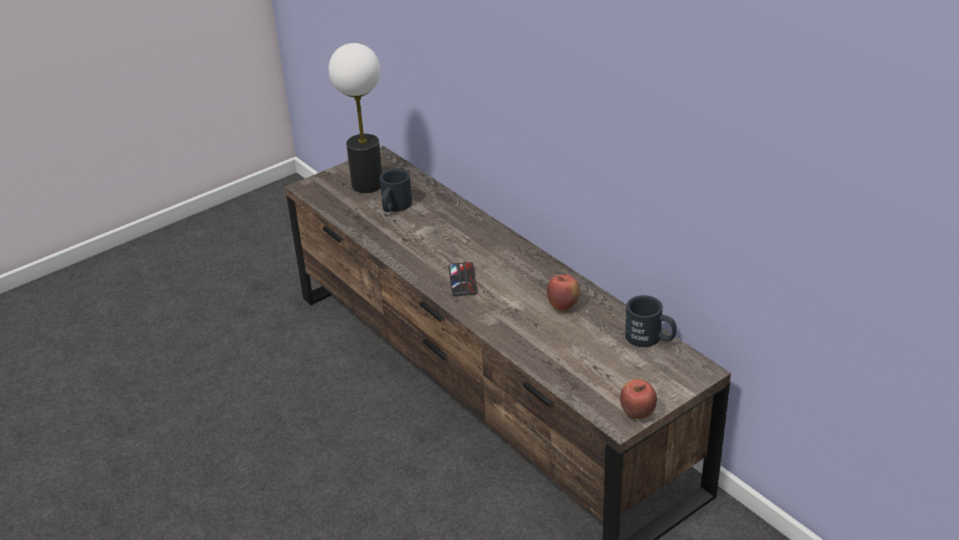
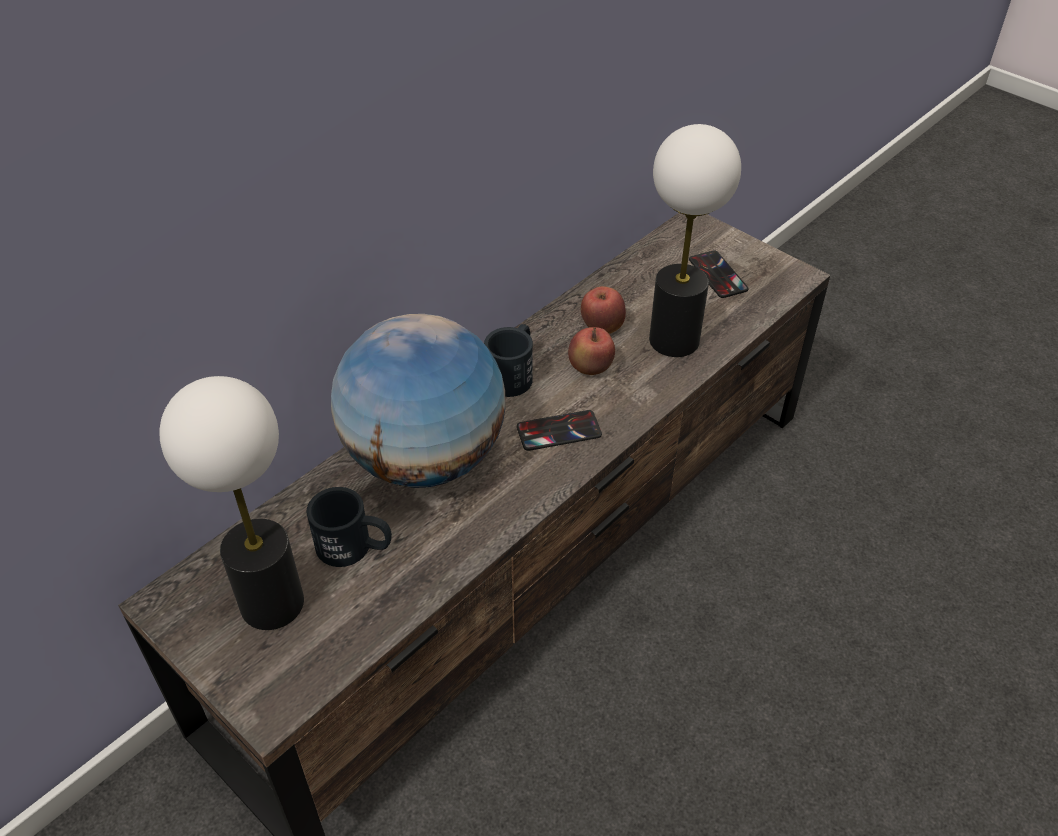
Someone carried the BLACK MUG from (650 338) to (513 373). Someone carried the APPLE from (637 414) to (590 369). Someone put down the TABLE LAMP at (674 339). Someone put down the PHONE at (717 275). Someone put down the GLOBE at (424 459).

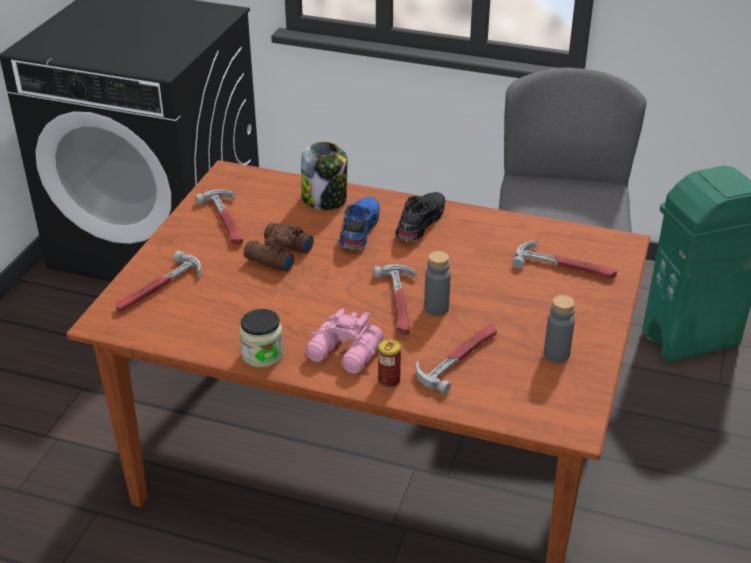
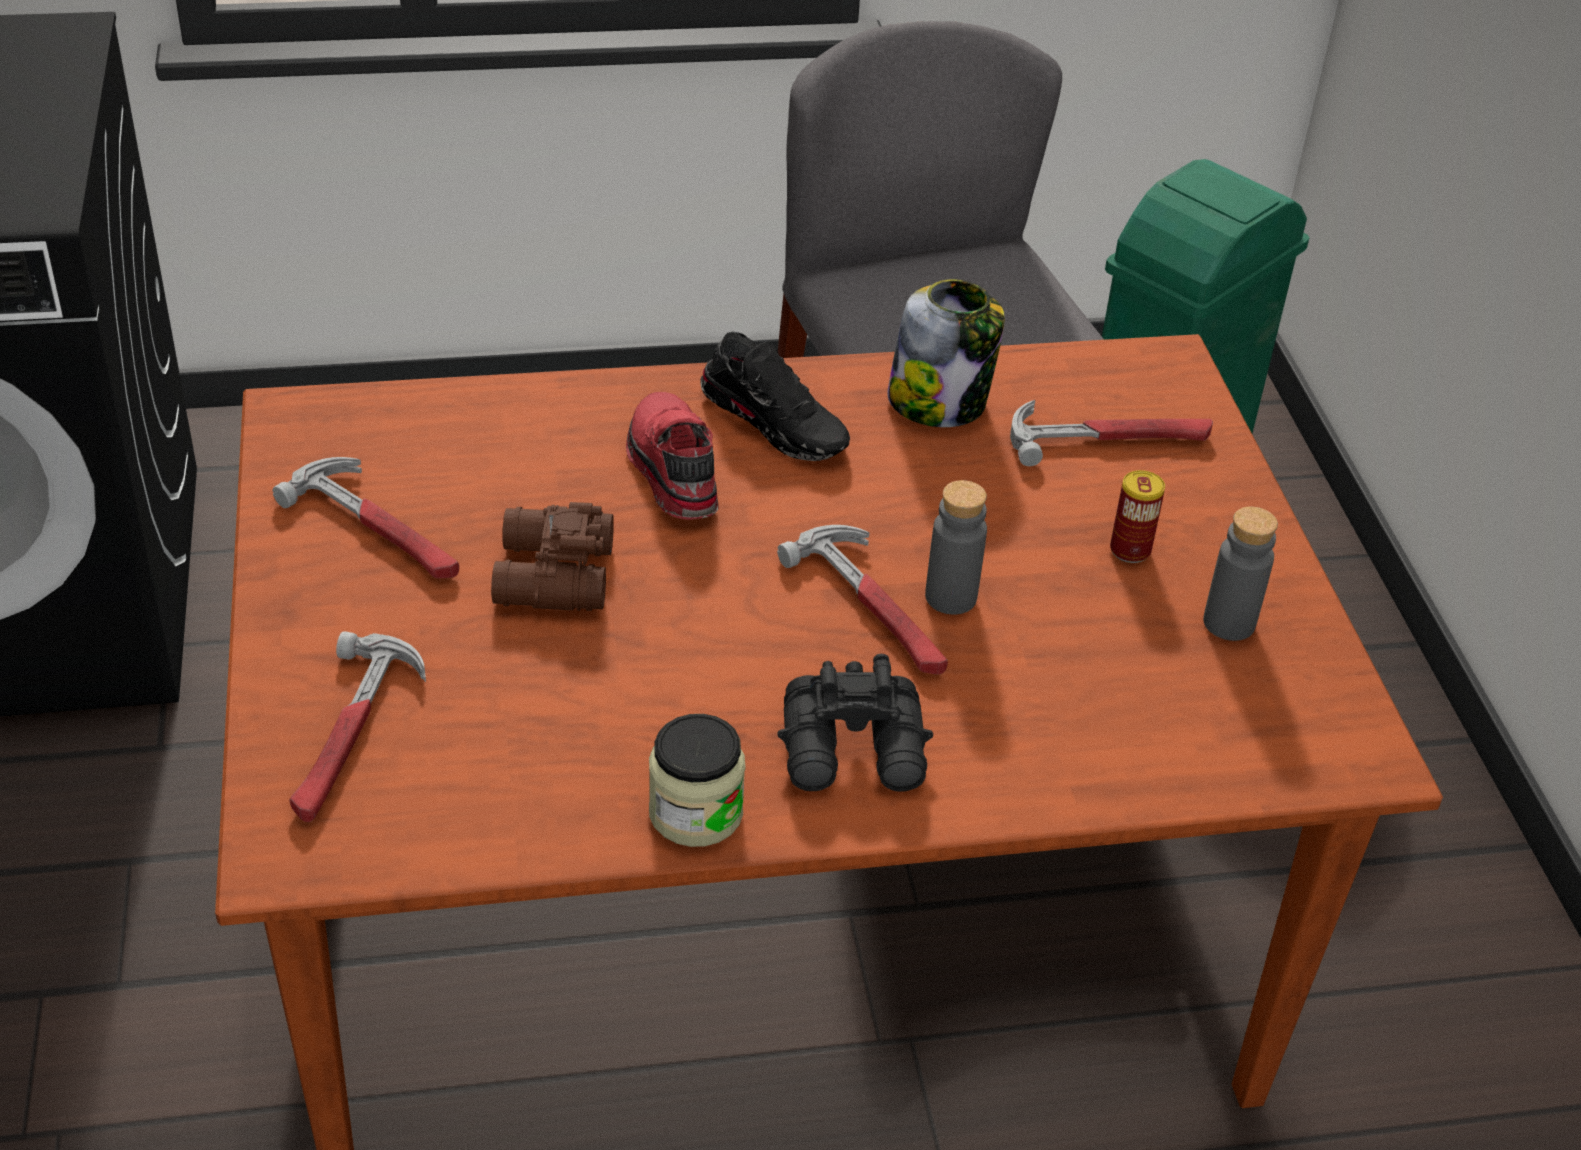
Someone carried the JAR from (325 199) to (939 402). Someone rotated the BLACK SHOE at (418 222) by 135 degrees clockwise. Someone repainted the BLUE SHOE at (358 229), which became the RED SHOE at (670 470). Someone repainted the PINK BINOCULARS at (345 353), which became the BLACK BINOCULARS at (856 753). Someone took away the HAMMER at (459 358). Someone carried the CAN from (389 381) to (1130 550).

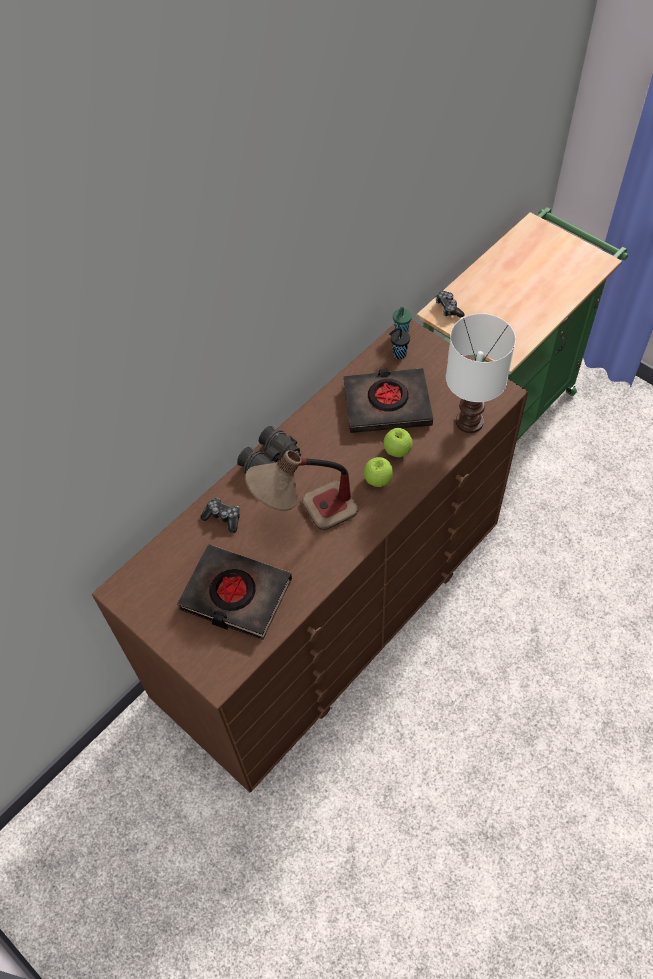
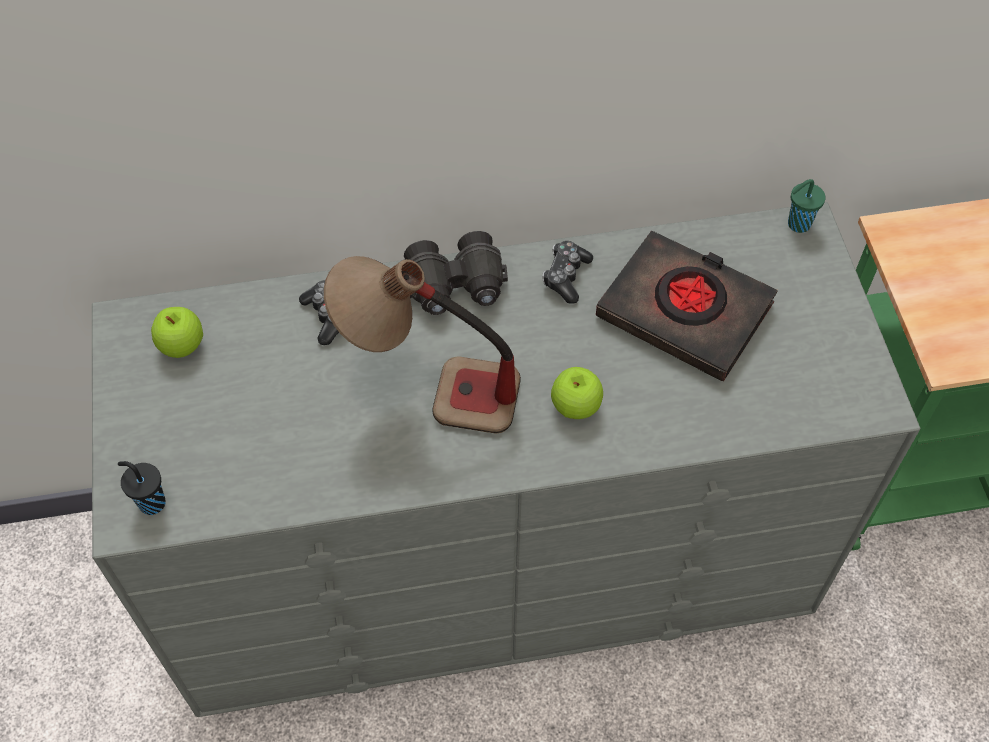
Someone carried the GAME CONTROLLER from (448 308) to (566 276). Someone took away the WHITE TABLE LAMP at (469 421). Someone repainted the BROWN DRESSER at (332 606), which became the GREY DRESSER at (494 560). Someone carried the BLACK CUP from (398 354) to (150 502). Someone carried the APPLE from (397 451) to (182 346). Someone took away the BLACK BOOK at (235 595).

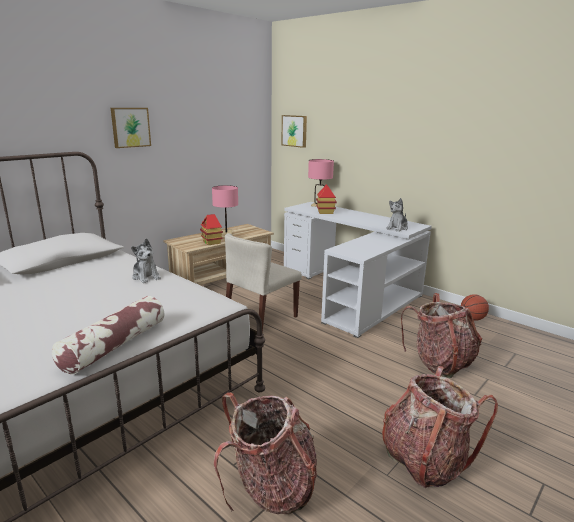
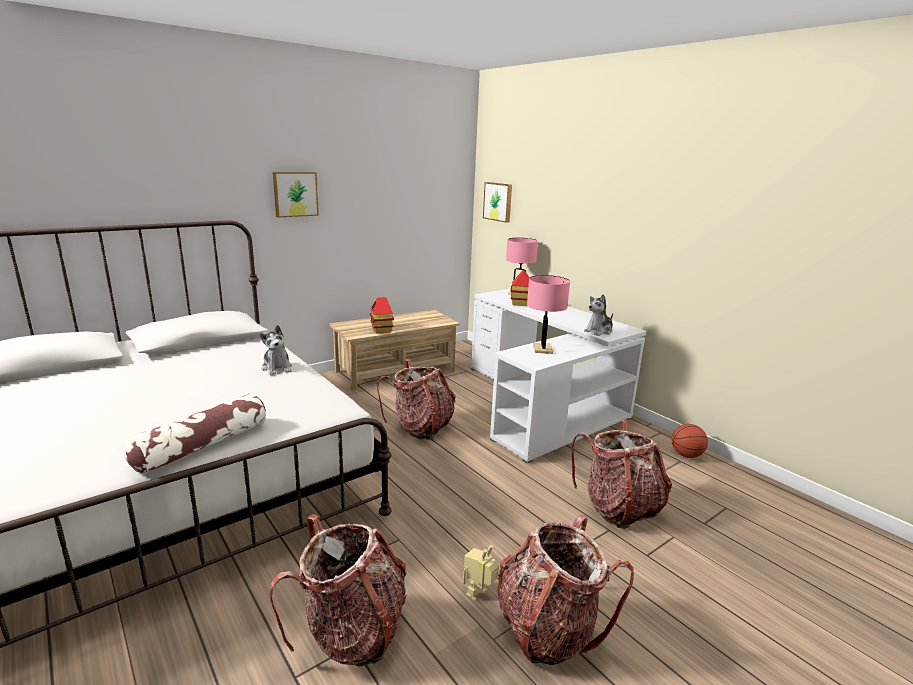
Someone carried the PINK TABLE LAMP from (226 233) to (543 349). Someone swapped the BEIGE CHAIR at (261 319) for the BACKPACK at (420 427). Someone put down the TOY ROBOT at (479 594).

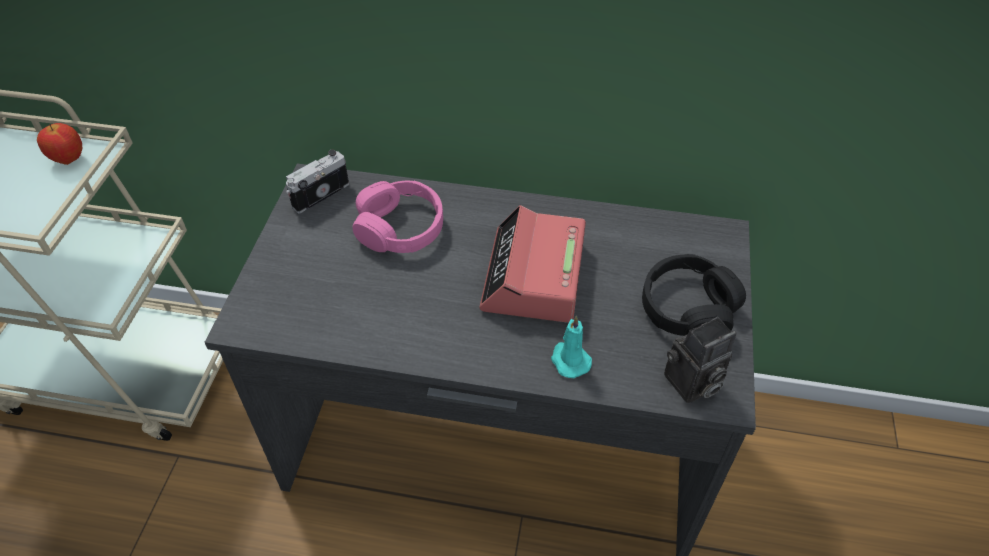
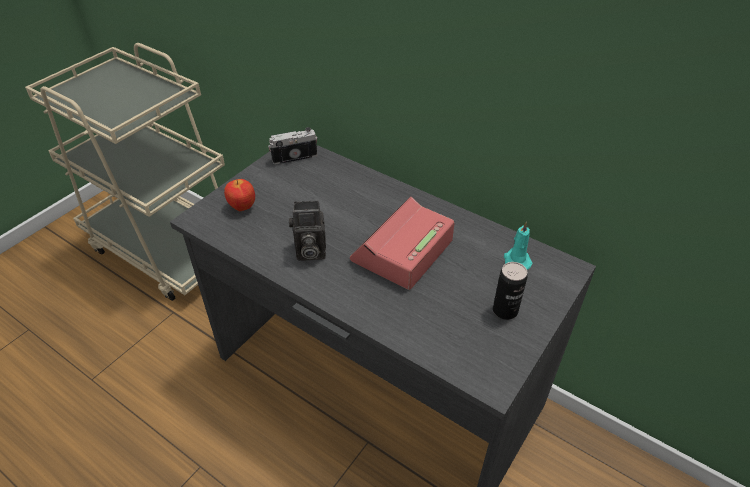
Someone carried the APPLE from (68 160) to (242 207). Someone took away the PINK HEADPHONES at (400 228). Someone swapped the BLACK HEADPHONES at (688 308) for the CAN at (505 310). Someone carried the TURQUOISE CANDLE from (569 360) to (516 260). Someone carried the PHOTO CAMERA from (691 384) to (309 252).

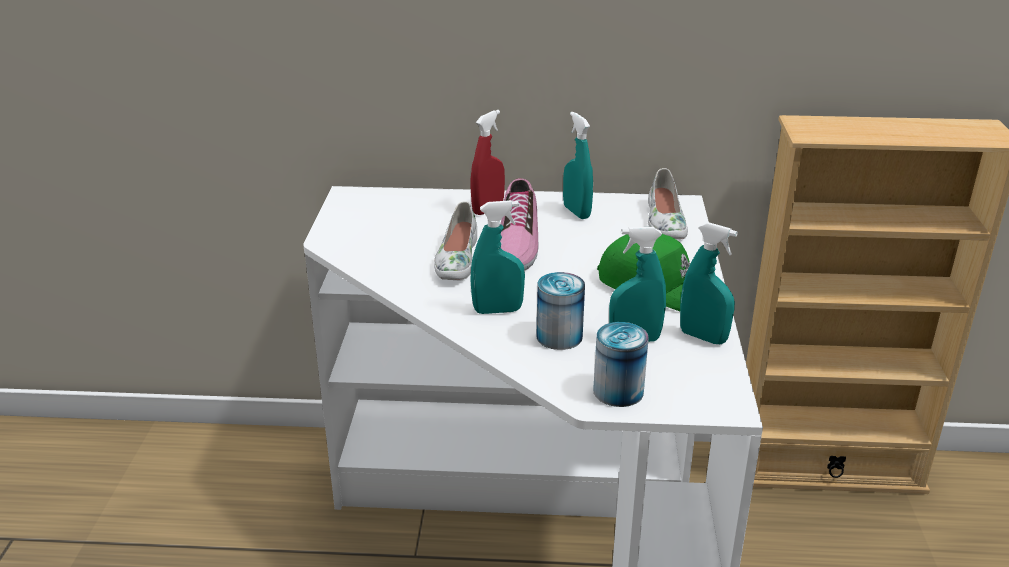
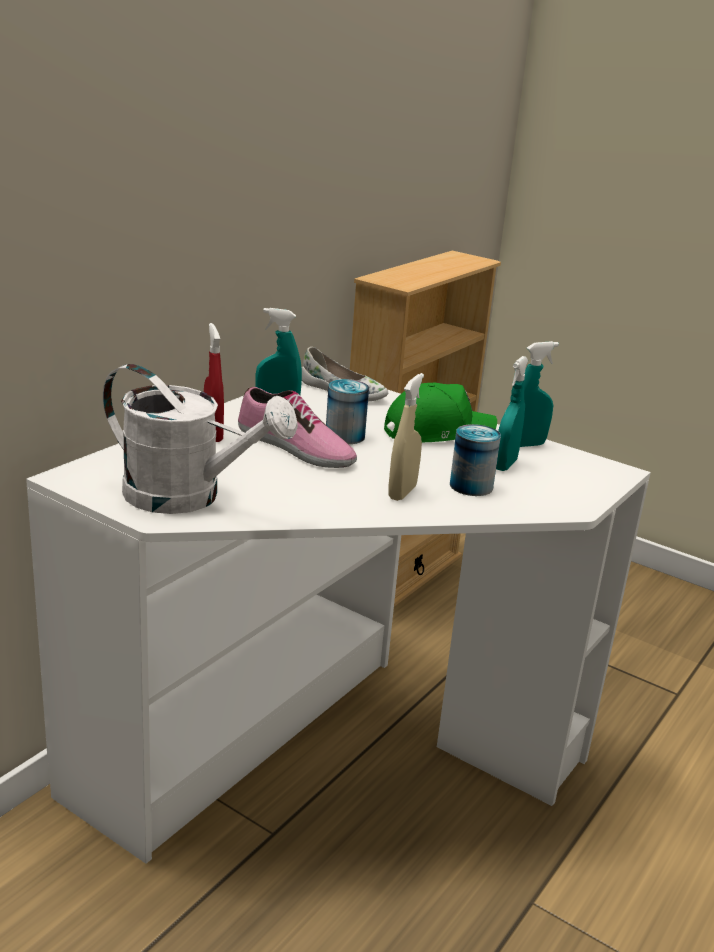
Someone repainted the TURQUOISE SPRAY BOTTLE at (497 310), which became the BEIGE SPRAY BOTTLE at (402 492). Someone took away the WHITE SHOE at (456 259). Someone carried the CAN from (618 391) to (345 436). Someone put down the WHITE WATERING CAN at (188 497).

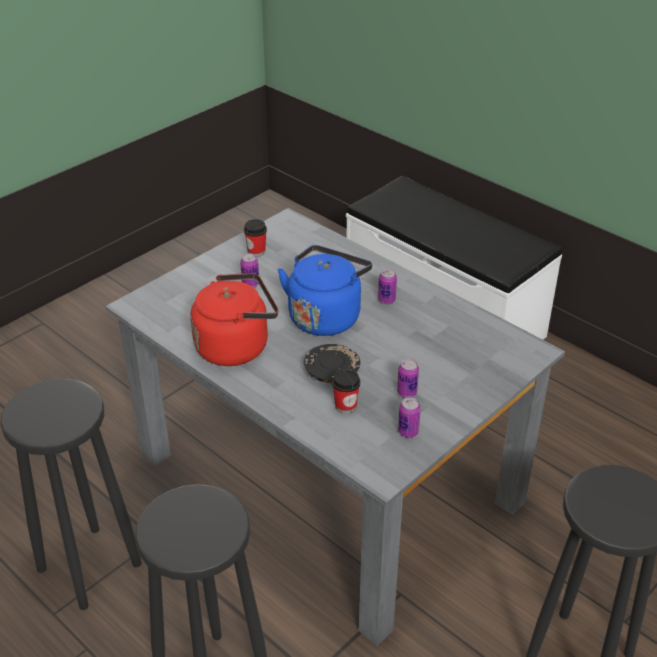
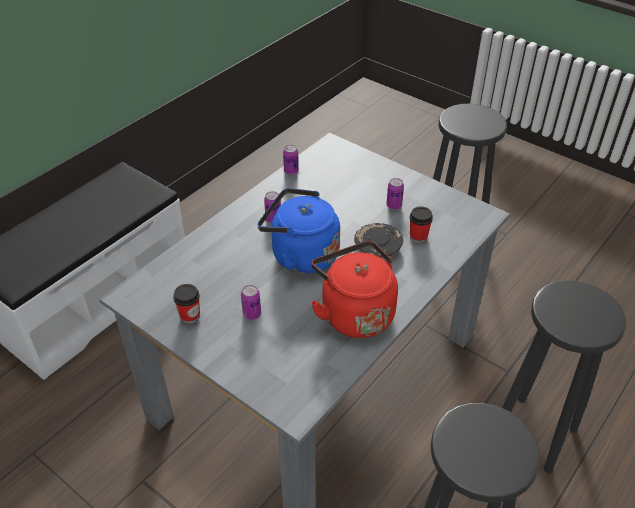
Someone carried the CAN from (408 432) to (291 171).

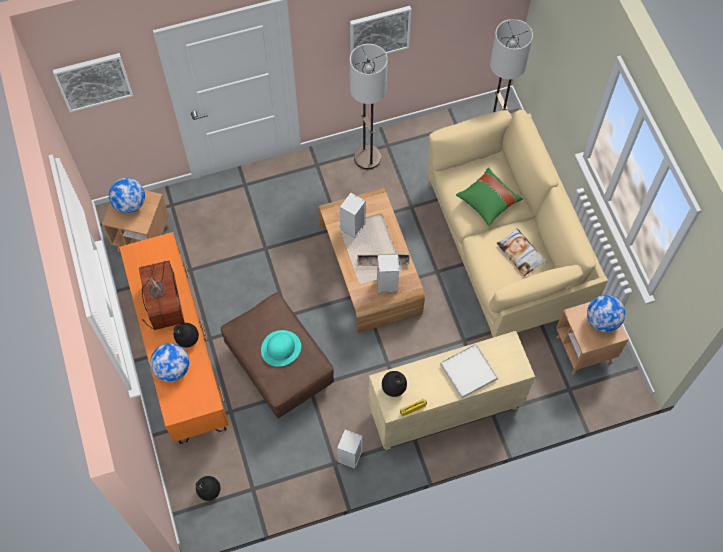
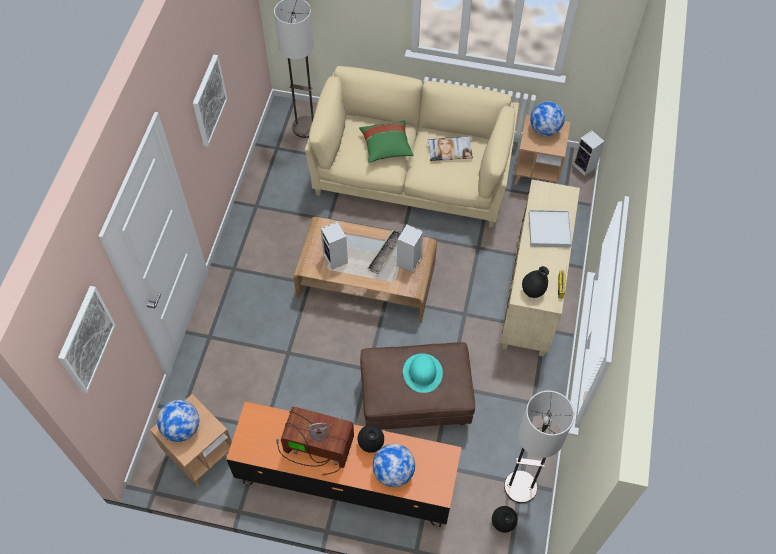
Someone carried the FLOOR LAMP from (367 157) to (520 487). Someone carried the SPEAKER from (350 457) to (585 167).

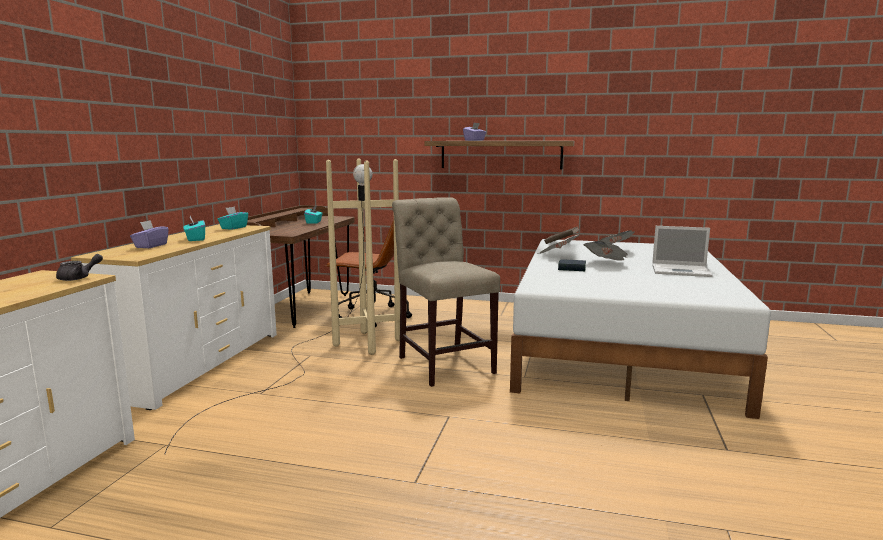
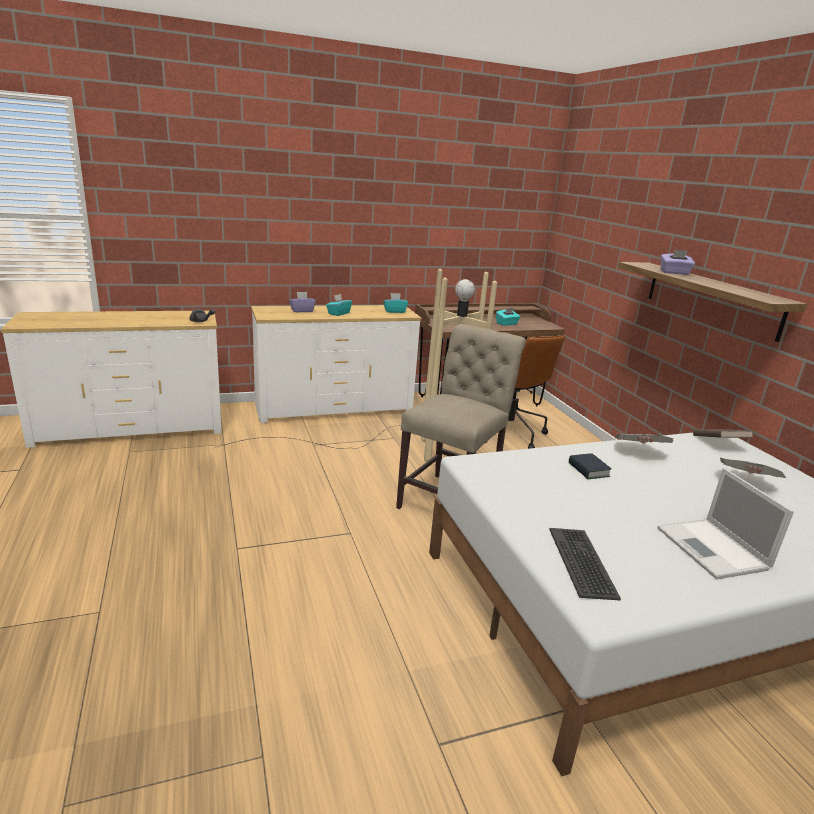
Someone took away the NEWSPAPER at (606 263). Someone put down the KEYBOARD at (582 562).

